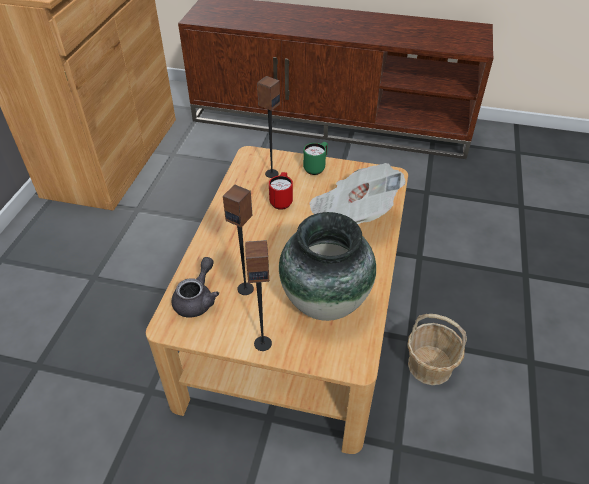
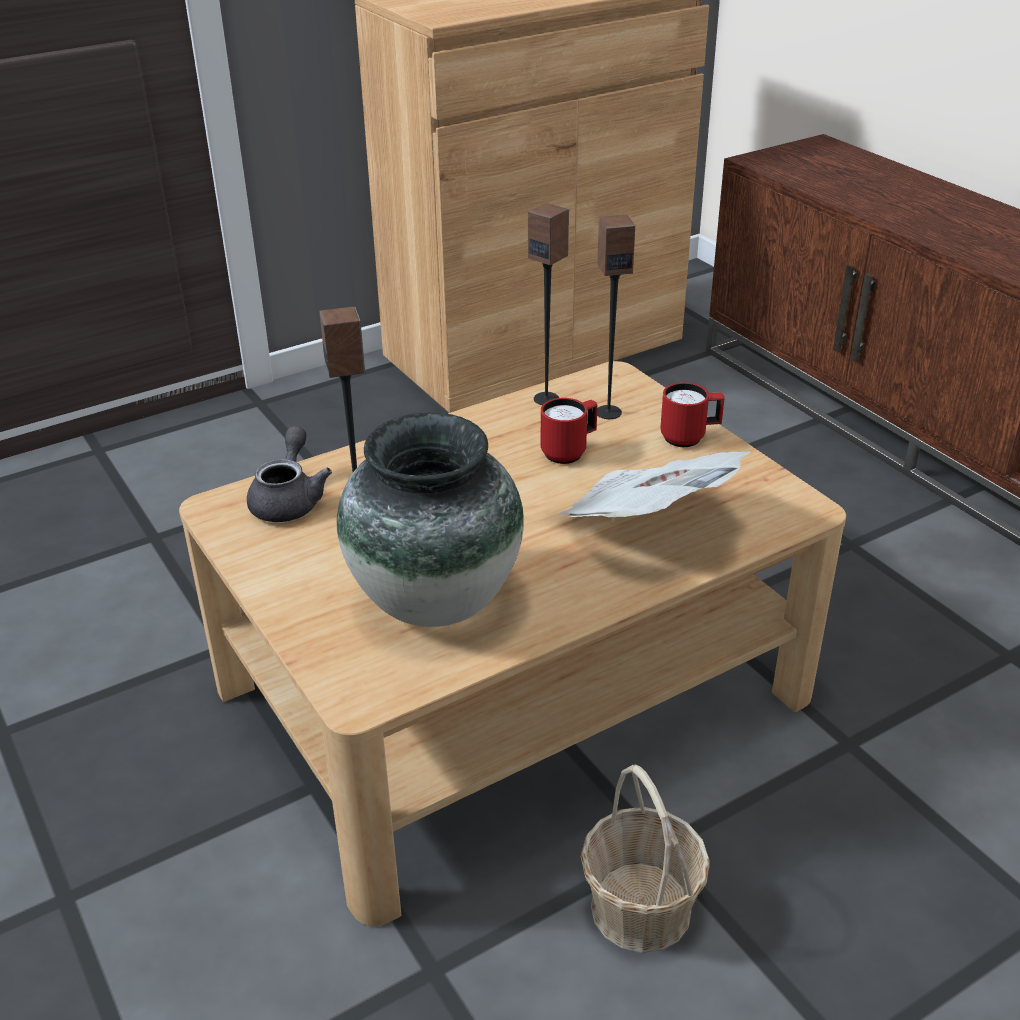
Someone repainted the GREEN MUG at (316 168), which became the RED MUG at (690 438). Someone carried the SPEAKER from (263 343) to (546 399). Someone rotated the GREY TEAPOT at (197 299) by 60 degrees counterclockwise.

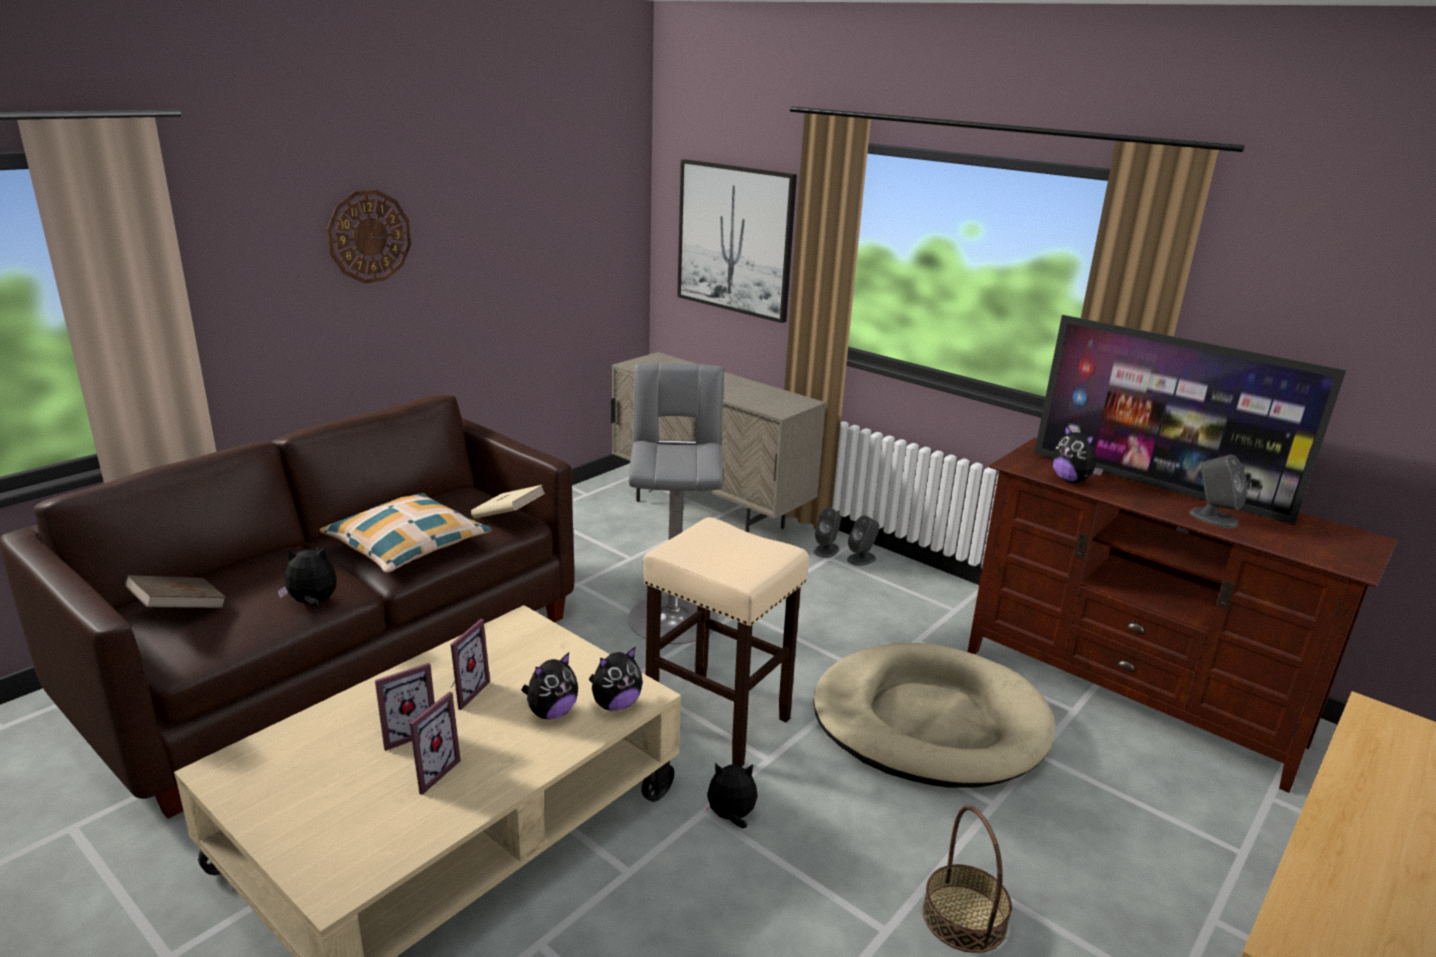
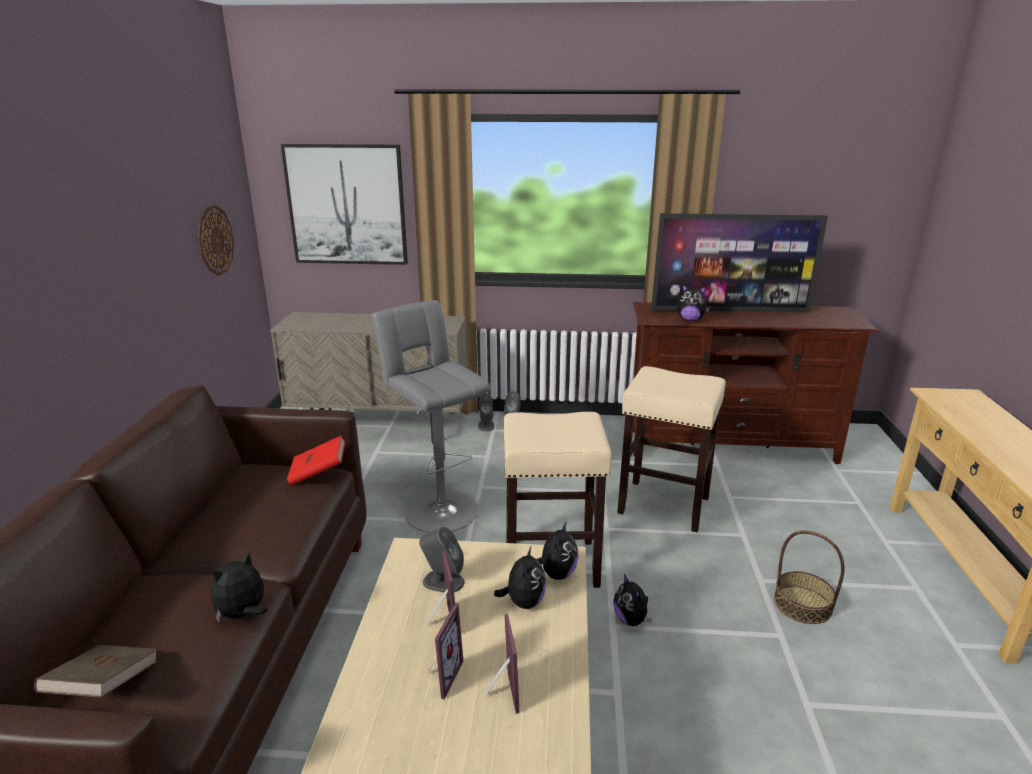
Someone carried the WALL CLOCK from (369 236) to (215 240). Someone carried the GREY SPEAKER from (1212 518) to (442 582). Someone repainted the BEIGE BOOK at (508 516), which became the RED BOOK at (318 473). Someone took away the PILLOW at (407 545). Someone swapped the BEIGE DOG BED at (929 722) for the BEIGE STOOL at (662 505). Someone rotated the PLUSH TOY at (731 817) by 75 degrees counterclockwise.

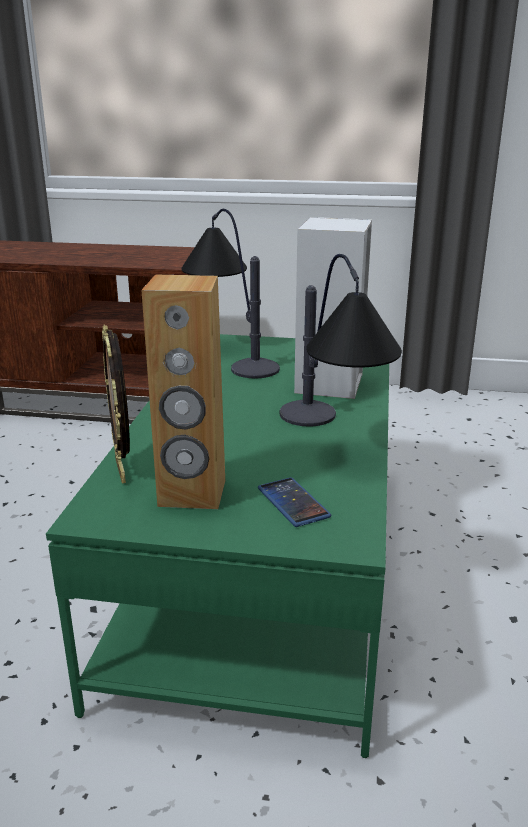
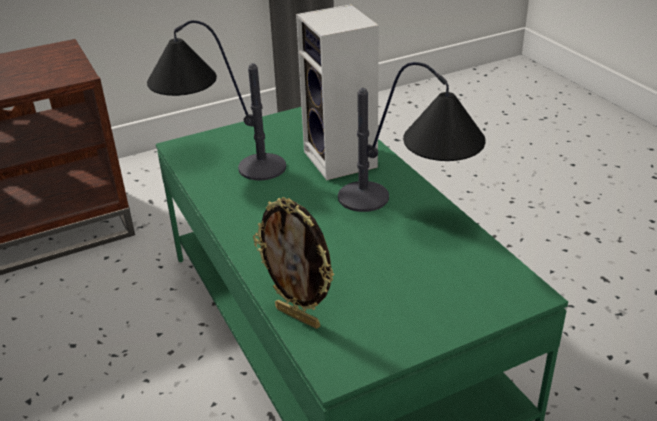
Someone took away the BROWN SPEAKER at (192 494). Someone took away the PHONE at (293 502).

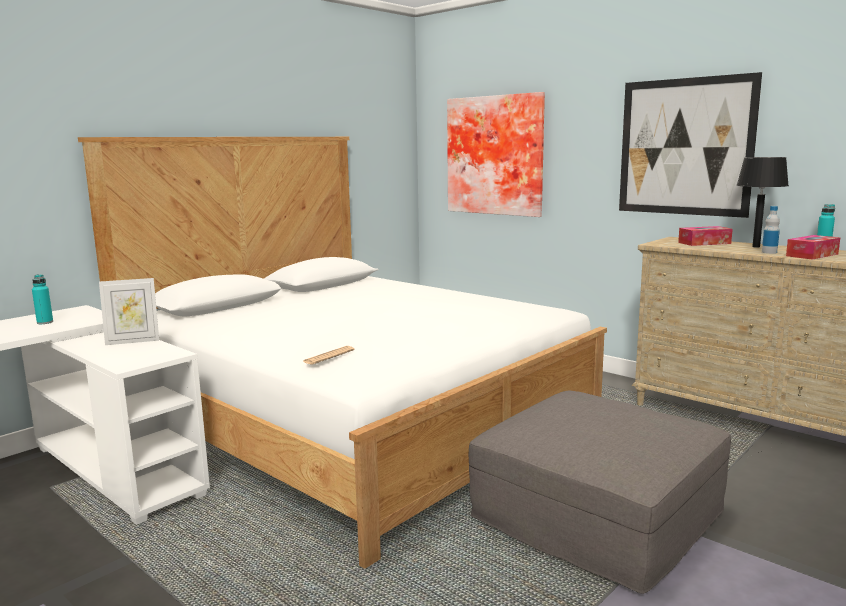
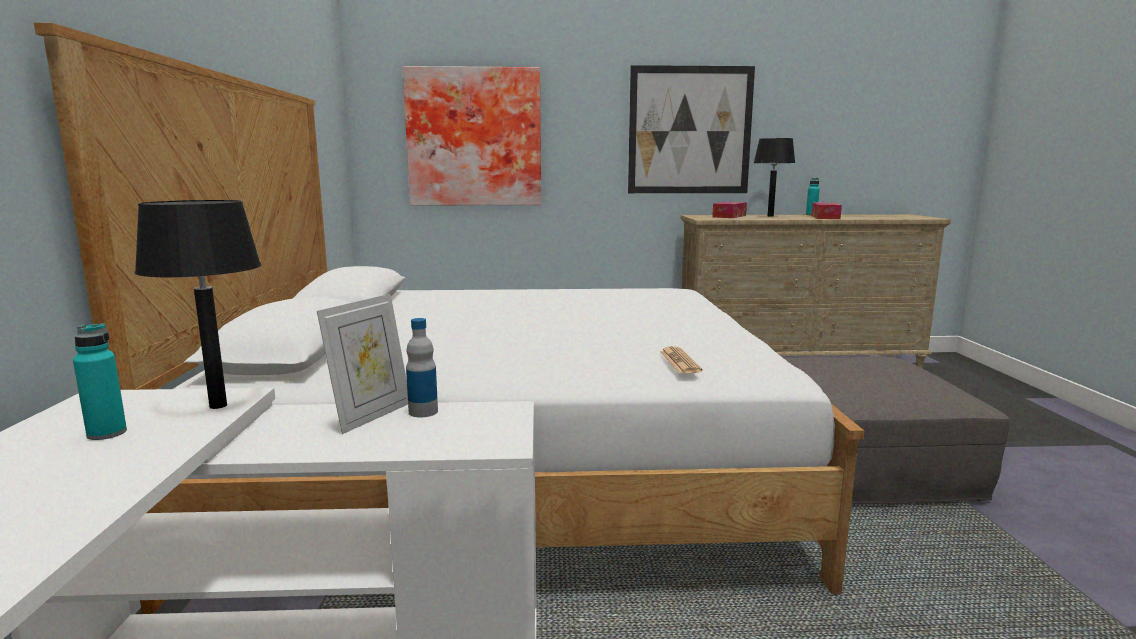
Someone carried the BOTTLE from (769 252) to (423 412). Someone put down the BLACK TABLE LAMP at (217 406).

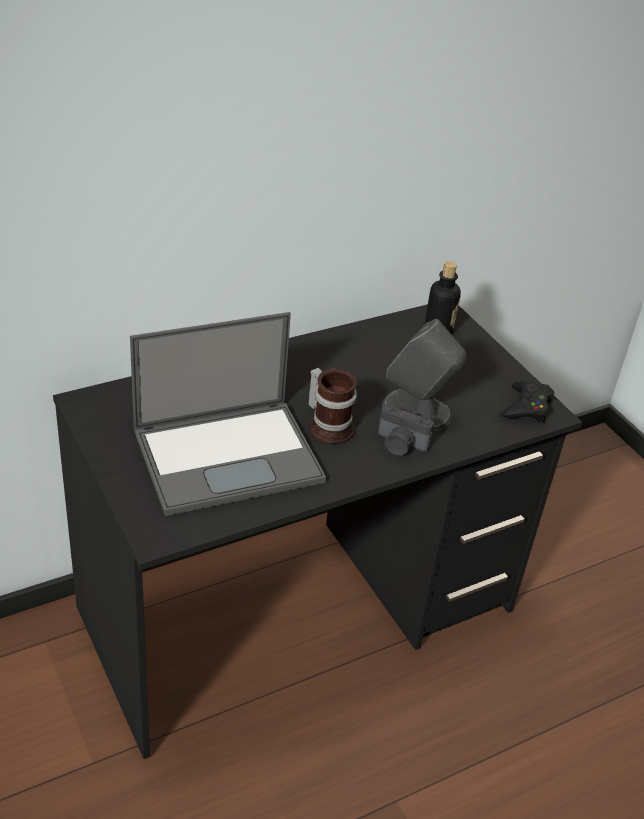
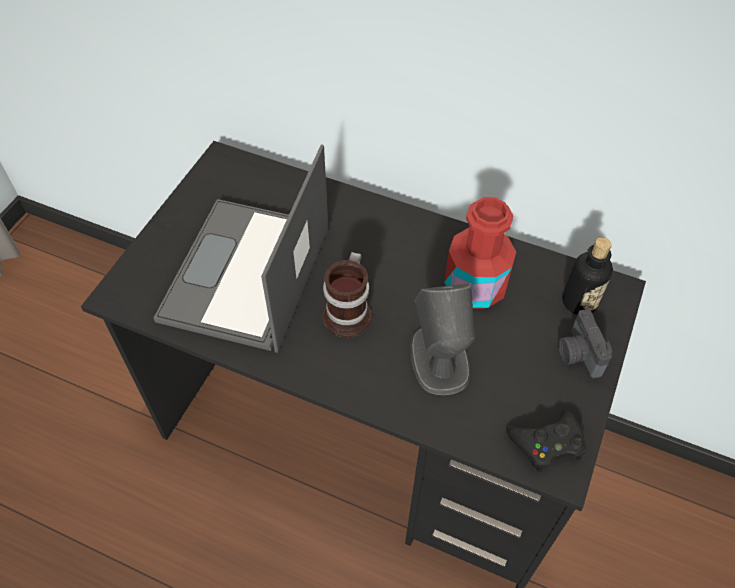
Someone rotated the LAPTOP at (230 455) by 75 degrees clockwise. Someone carried the PHOTO CAMERA from (400 445) to (577 354). Someone put down the RED BOTTLE at (475 287).

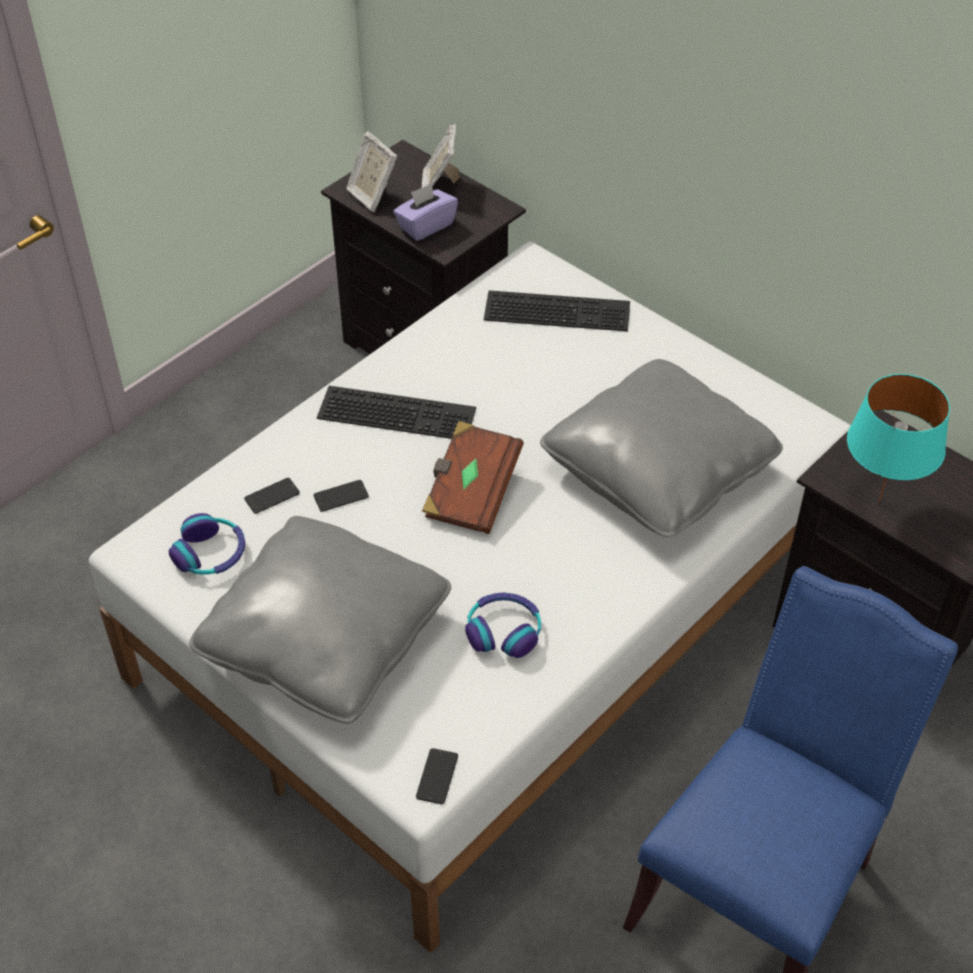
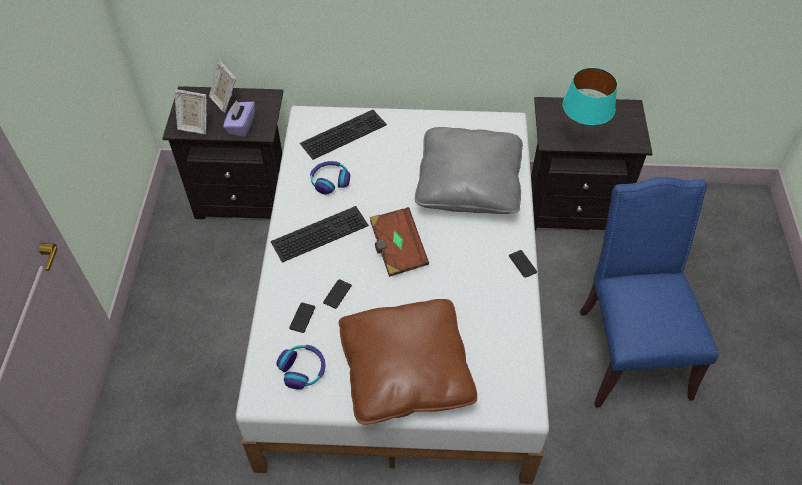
Someone repainted the GREY PILLOW at (324 639), which became the BROWN PILLOW at (405 371). Someone carried the HEADPHONES from (503 631) to (330 181). Someone carried the PHONE from (437 776) to (522 264).

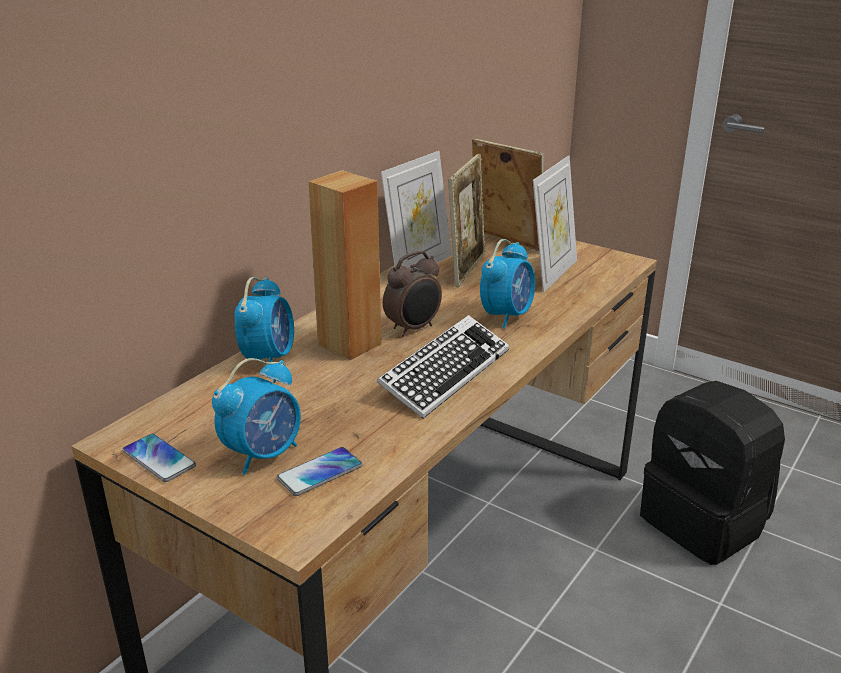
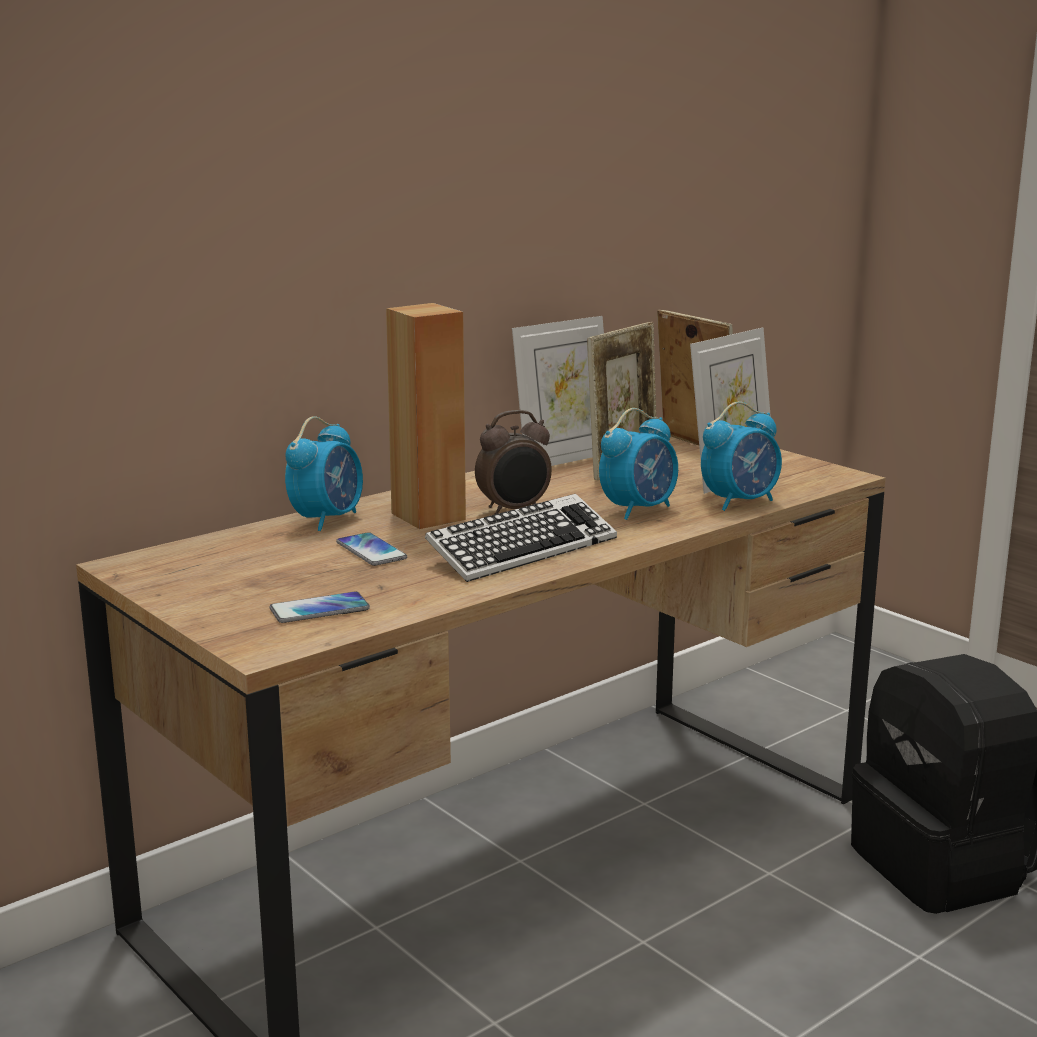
Someone carried the ALARM CLOCK from (263 454) to (740 502). Someone carried the PHONE from (159 459) to (371 551).

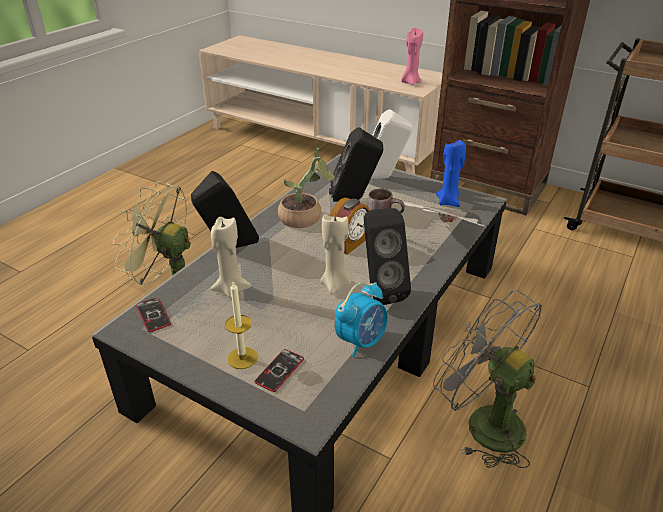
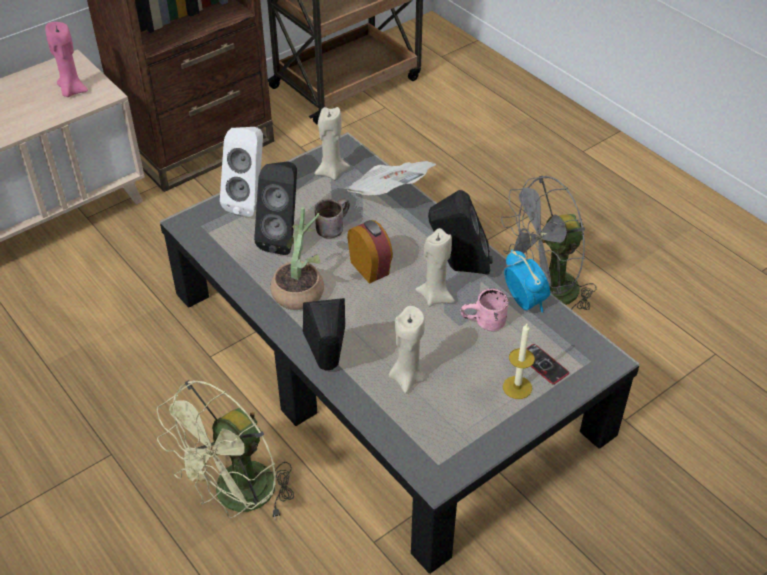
Someone repainted the BLUE CANDLE at (448 202), which became the BEIGE CANDLE at (331 172). Someone took away the PHONE at (153 315). Someone put down the PINK MUG at (484 324).

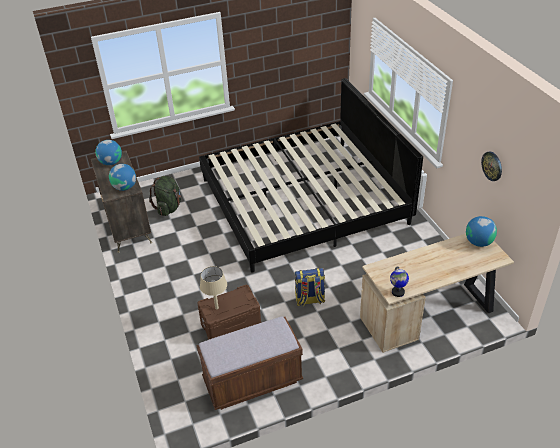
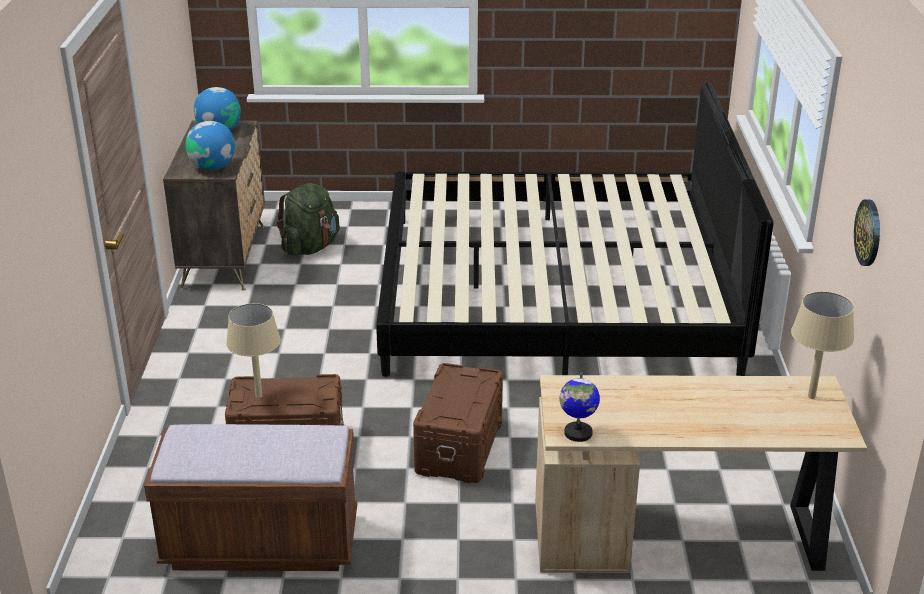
Someone swapped the GLOBE at (478 242) for the BEIGE TABLE LAMP at (811 396). Someone swapped the BACKPACK at (309 300) for the BROWN STORAGE BOX at (458 446).

